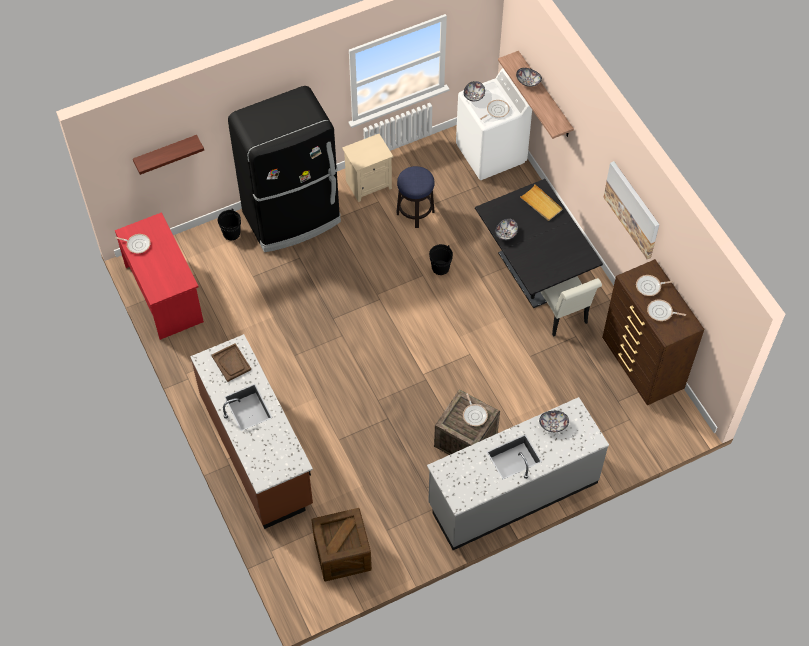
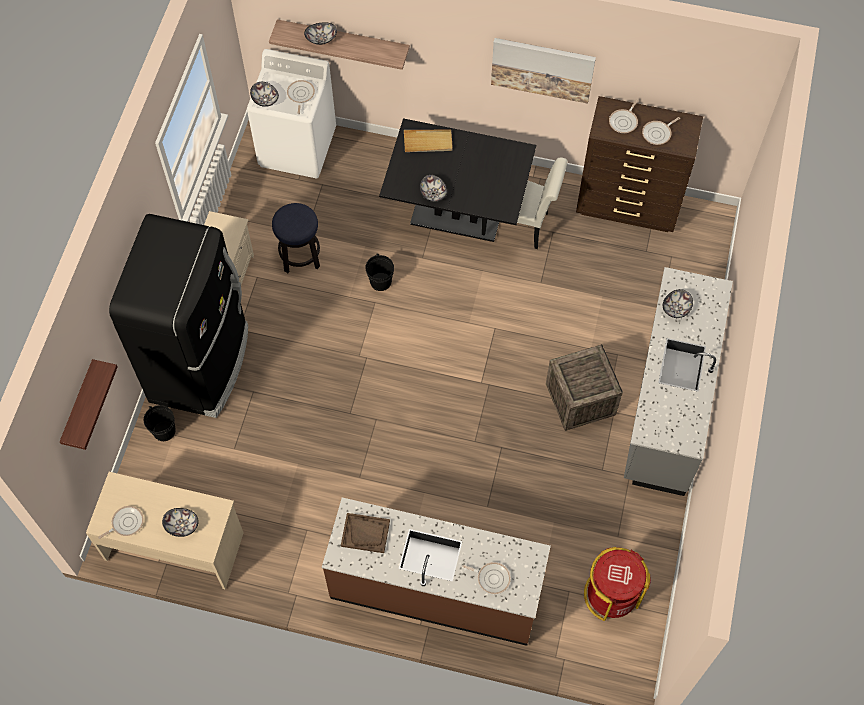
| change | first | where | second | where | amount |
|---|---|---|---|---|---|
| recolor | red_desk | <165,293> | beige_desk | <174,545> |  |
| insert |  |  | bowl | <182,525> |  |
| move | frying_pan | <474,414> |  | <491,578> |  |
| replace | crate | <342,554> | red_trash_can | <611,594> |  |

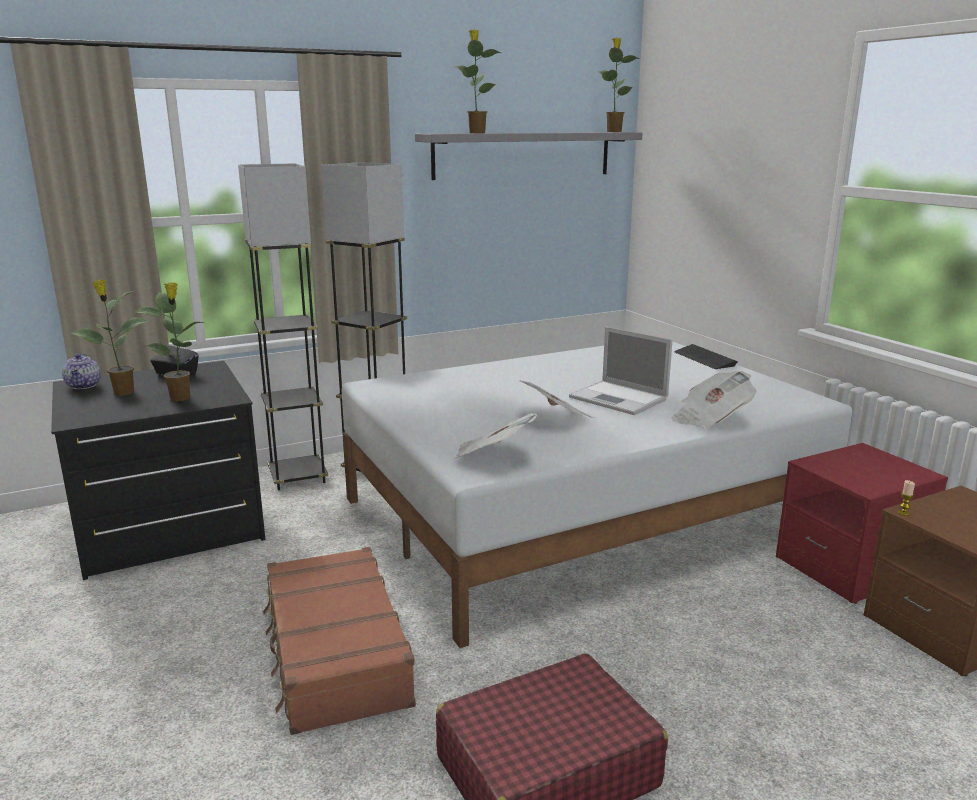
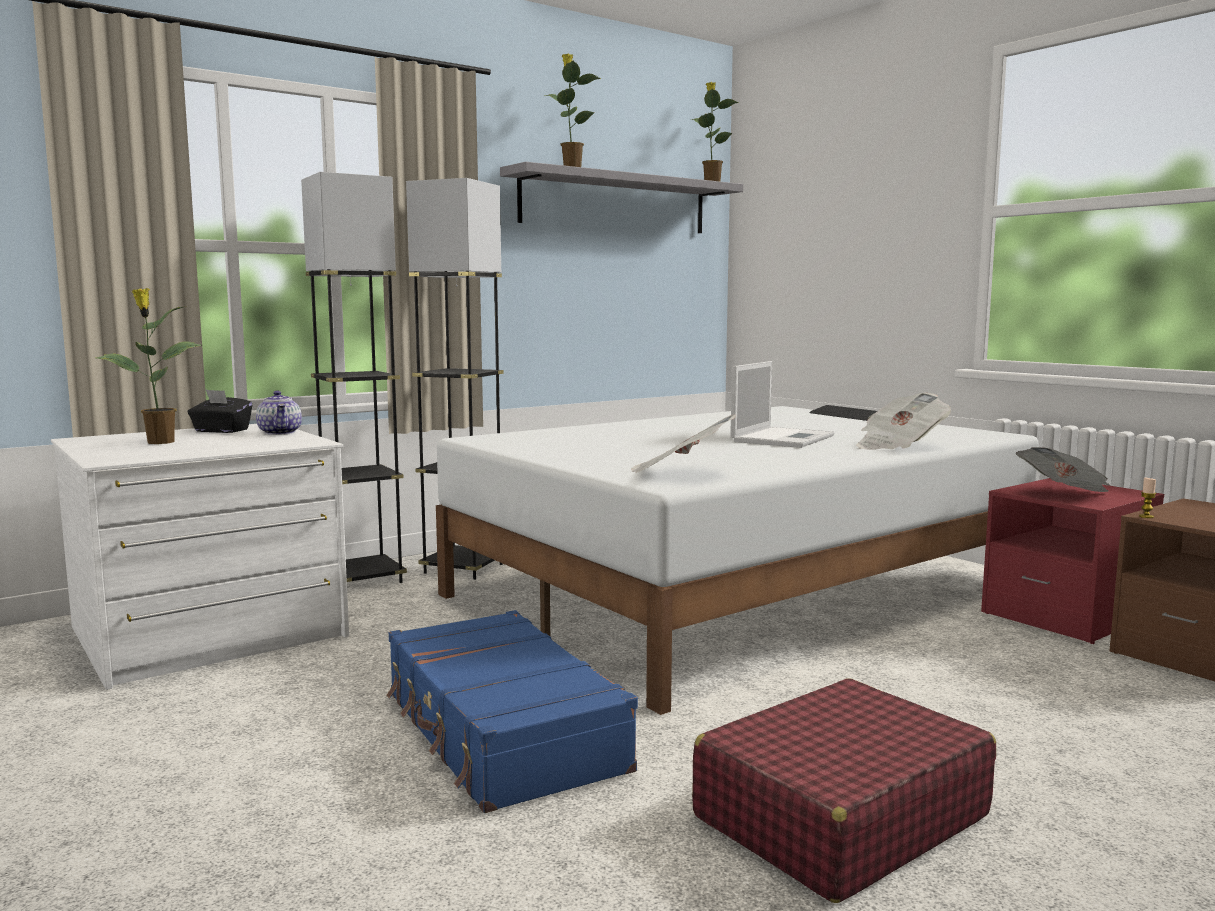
| change | first | where | second | where | amount |
|---|---|---|---|---|---|
| recolor | black_dresser | <169,527> | white_dresser | <209,633> |  |
| move | teapot | <84,385> |  | <280,432> |  |
| recolor | brown_suitcase | <335,654> | blue_suitcase | <501,732> |  |
| rotate | laptop | <620,399> |  | <783,438> | 90 degrees counterclockwise |
| move | newspaper | <556,418> |  | <1064,494> |  |
| delete | potted_plant | <181,398> |  |  |  |

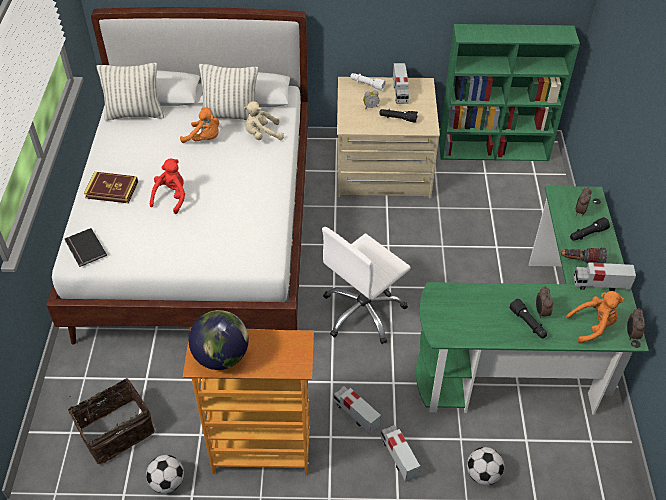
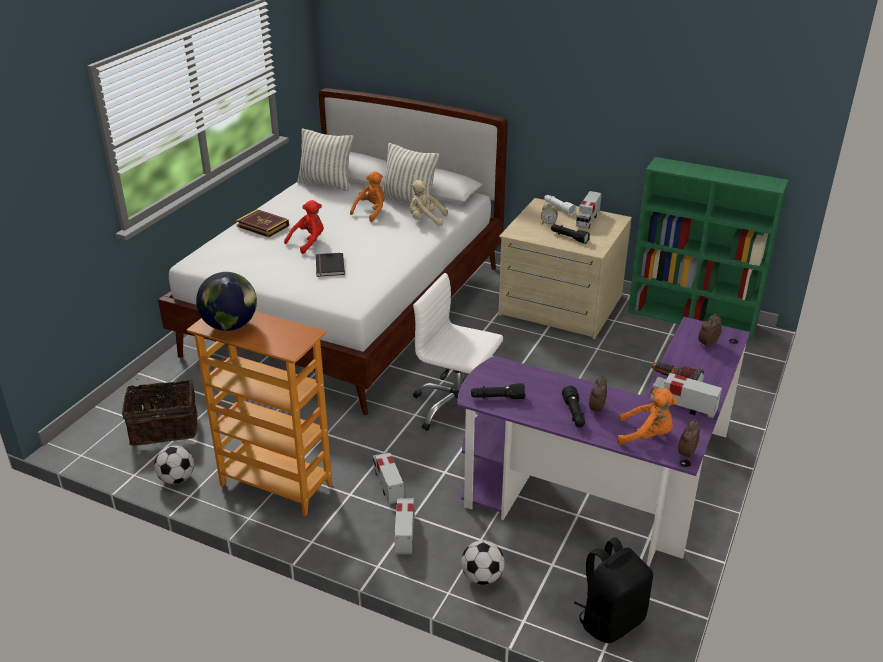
| change | first | where | second | where | amount |
|---|---|---|---|---|---|
| move | black_book | <84,249> |  | <328,266> |  |
| rotate | orange_plush_toy | <204,139> |  | <371,212> | 105 degrees counterclockwise |
| rotate | white_office_chair | <363,312> |  | <457,408> | 45 degrees clockwise |
| recolor | green_desk | <530,352> | purple_desk | <612,492> |  |
| move | black_flashlight | <587,234> |  | <497,398> |  |
| insert |  |  | black_backpack | <610,620> |  |

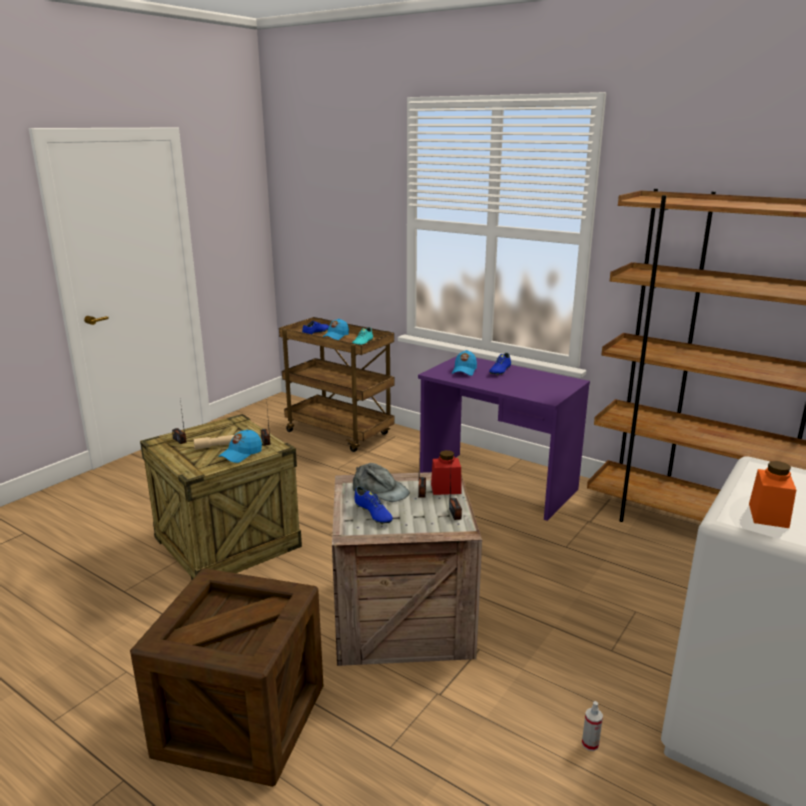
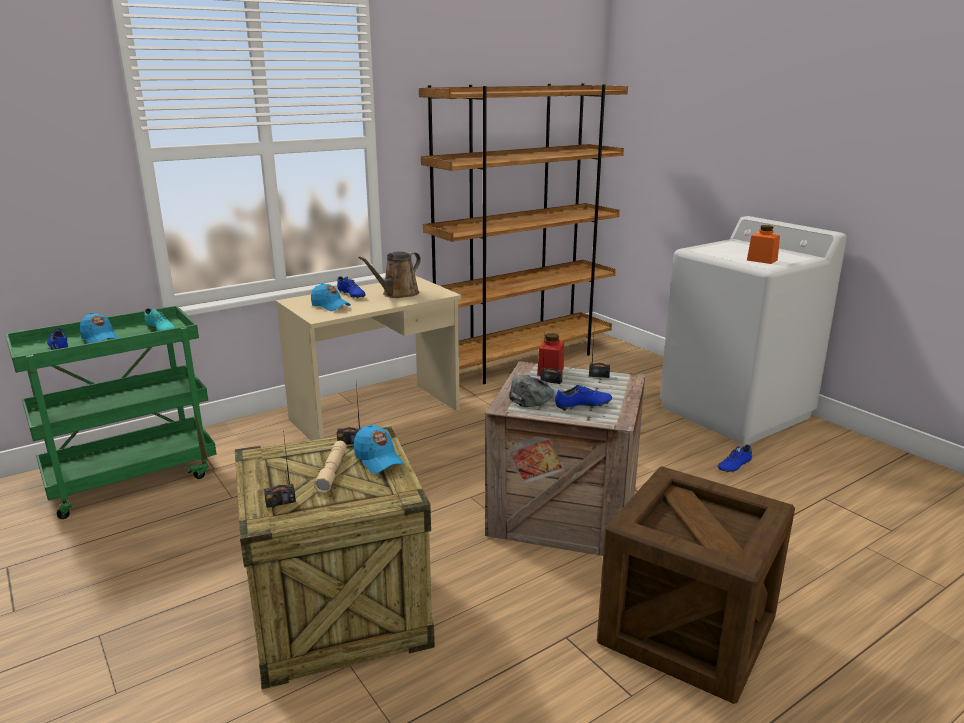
| change | first | where | second | where | amount |
|---|---|---|---|---|---|
| recolor | brown_cart | <340,433> | green_cart | <133,478> |  |
| recolor | purple_desk | <497,485> | beige_desk | <376,415> |  |
| insert |  |  | brown_watering_can | <398,294> |  |
| replace | spray_bottle | <590,744> | blue_shoe | <734,466> |  |

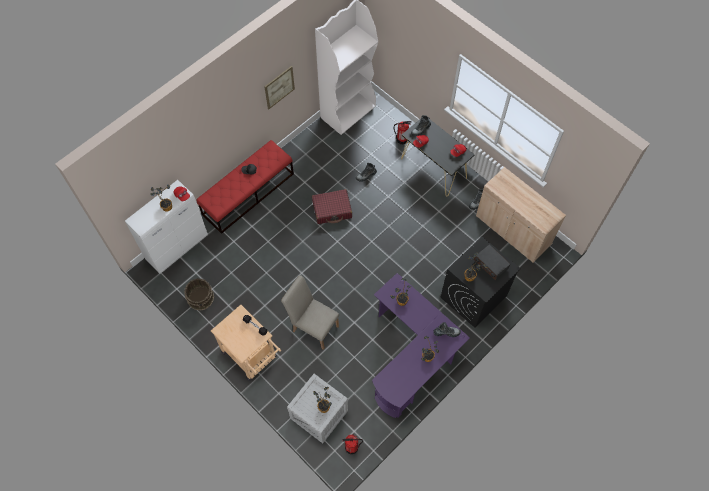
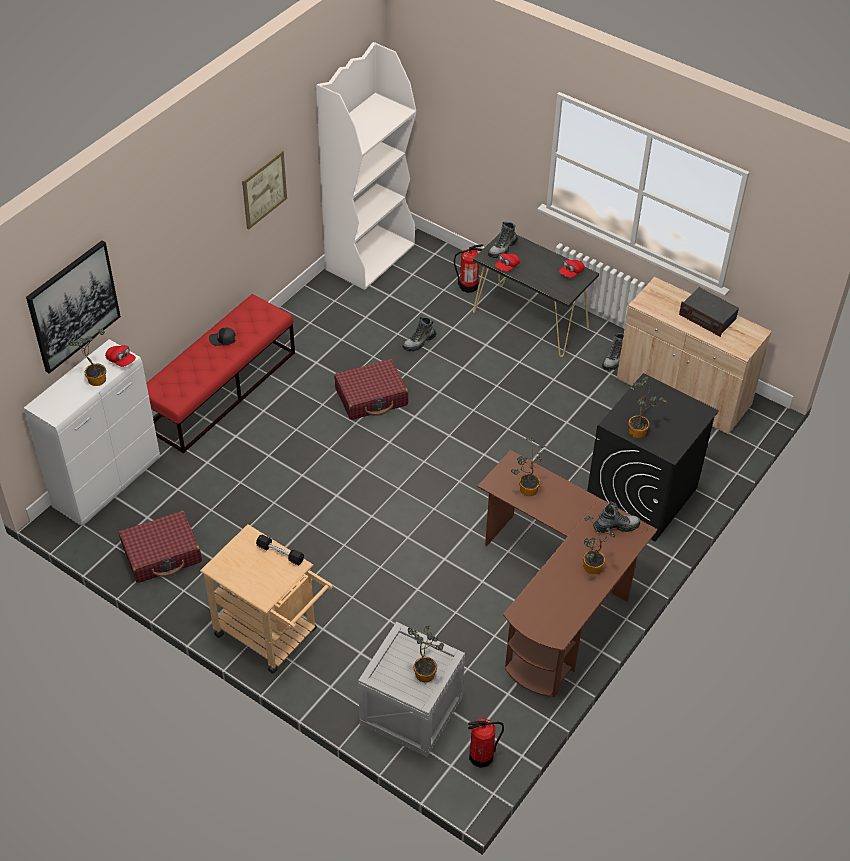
| change | first | where | second | where | amount |
|---|---|---|---|---|---|
| insert |  |  | picture | <73,306> |  |
| replace | brown_bucket | <201,297> | red_suitcase | <162,554> |  |
| recolor | purple_desk | <412,358> | brown_desk | <557,600> |  |
| move | radio | <491,264> |  | <707,317> |  |
| delete | beige_chair | <313,326> |  |  |  |

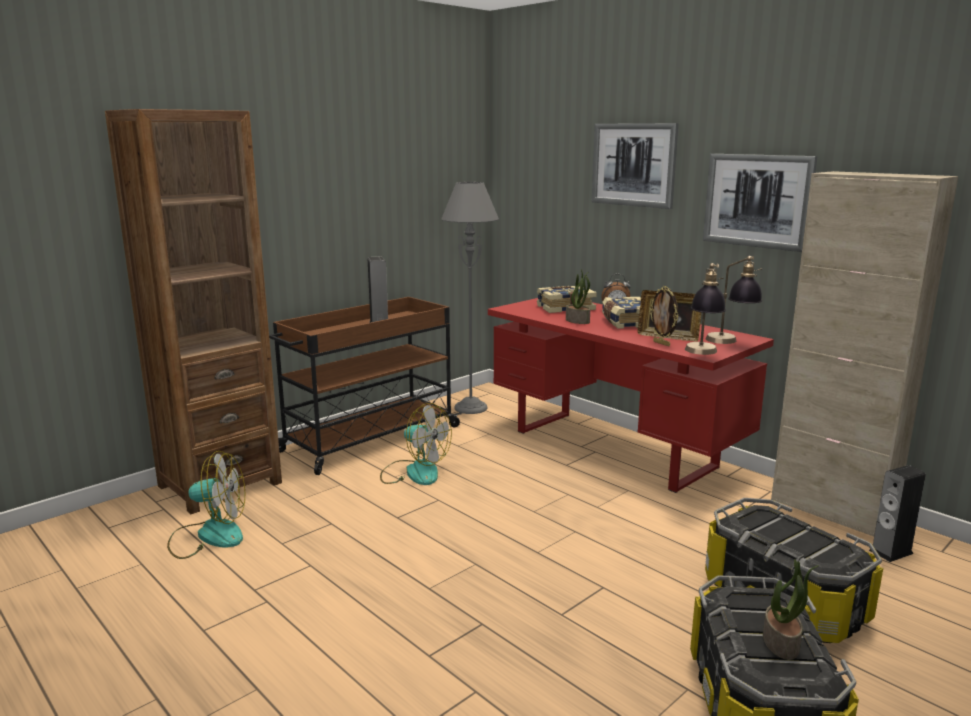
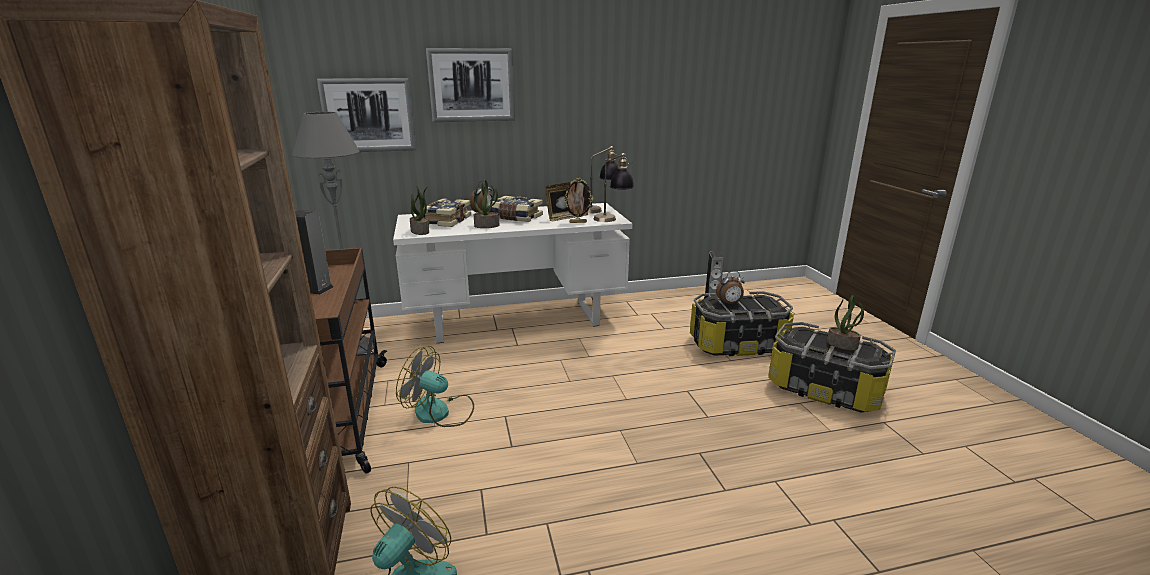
| change | first | where | second | where | amount |
|---|---|---|---|---|---|
| move | picture | <757,201> |  | <368,115> |  |
| recolor | red_desk | <614,448> | white_desk | <516,320> |  |
| rotate | fan | <414,472> |  | <440,413> | 135 degrees counterclockwise |
| insert |  |  | potted_plant | <420,231> |  |
| insert |  |  | alarm_clock | <729,303> |  |
| delete | beige_cabinet | <831,511> |  |  |  |

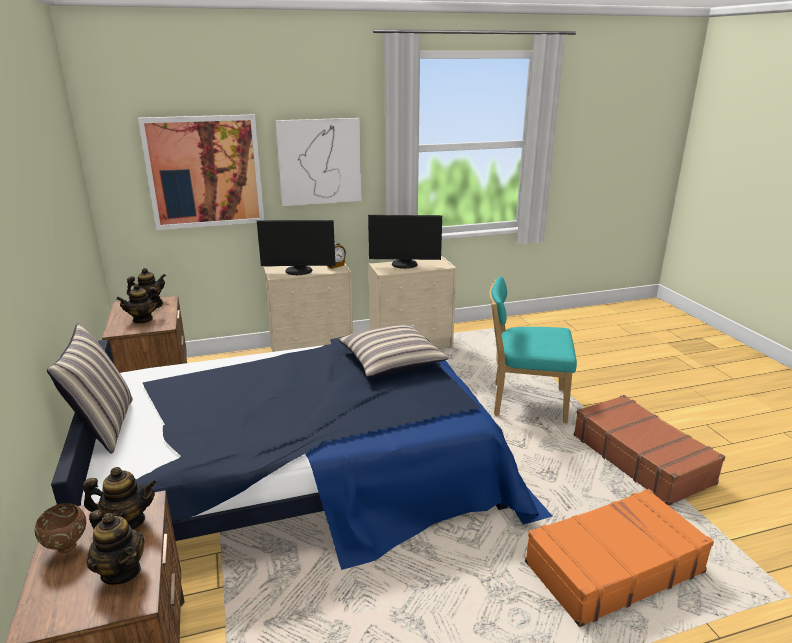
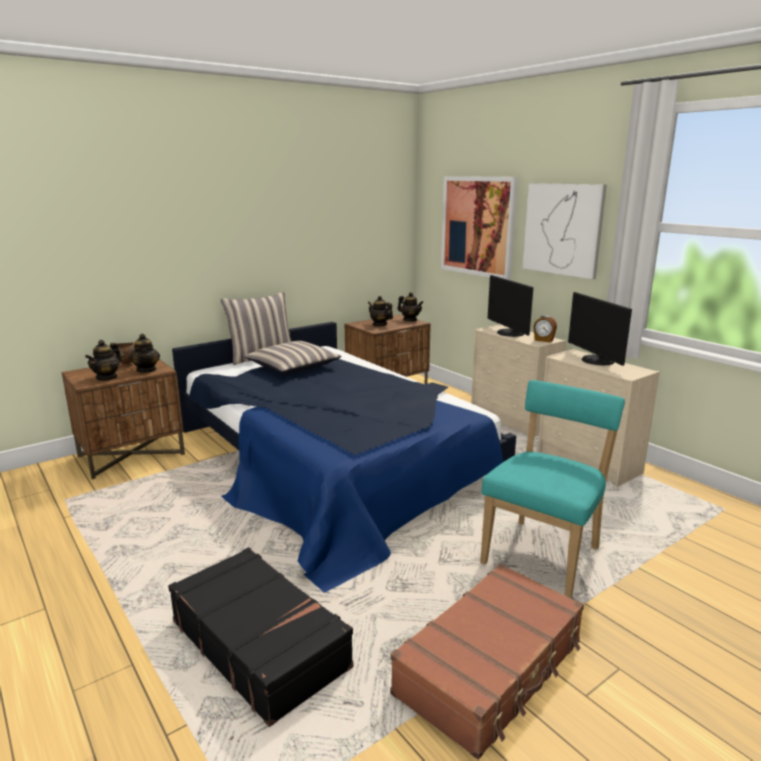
| change | first | where | second | where | amount |
|---|---|---|---|---|---|
| recolor | orange_suitcase | <612,567> | black_suitcase | <260,643> |  |
| move | pillow | <391,360> |  | <293,367> |  |
| rotate | turquoise_chair | <524,402> |  | <544,553> | 45 degrees clockwise |

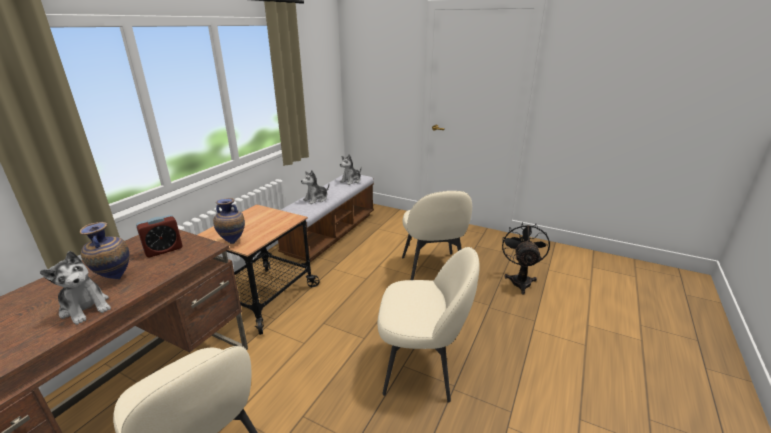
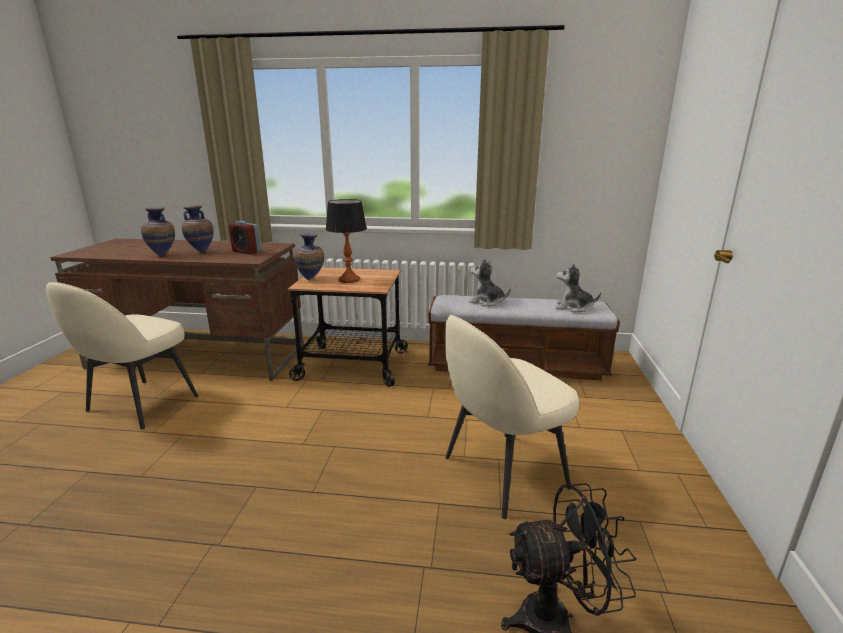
| change | first | where | second | where | amount |
|---|---|---|---|---|---|
| replace | plush_toy | <86,307> | vase | <163,255> |  |
| insert |  |  | table_lamp | <349,280> |  |
| delete | beige_chair | <421,367> |  |  |  |

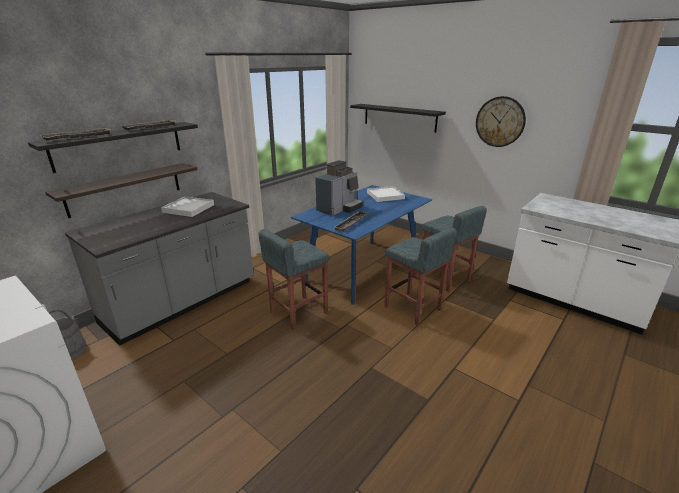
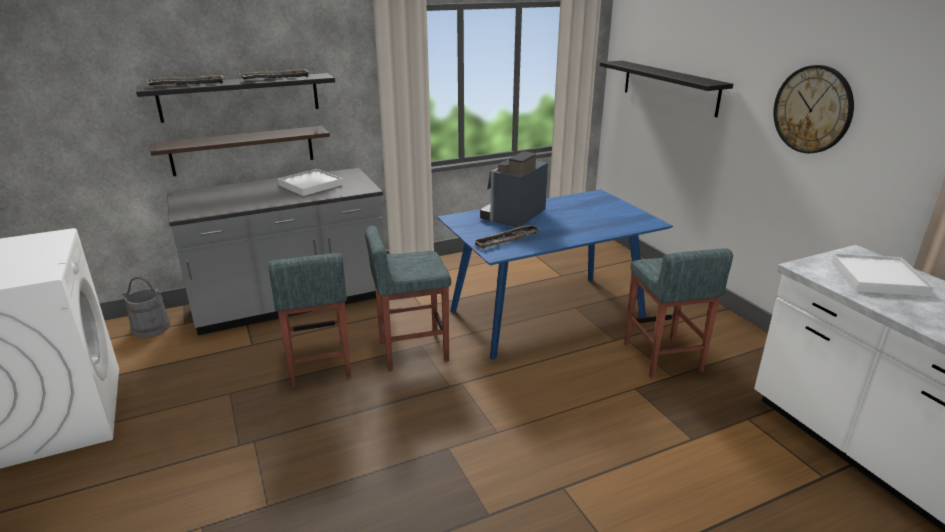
| change | first | where | second | where | amount |
|---|---|---|---|---|---|
| move | grey_stool | <413,309> |  | <319,365> |  |
| rotate | coffee_machine | <339,209> |  | <513,217> | 150 degrees clockwise |
| move | white_tray | <385,196> |  | <877,278> |  |

